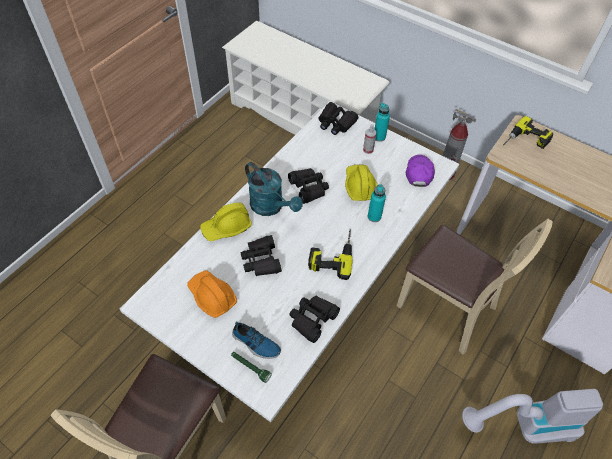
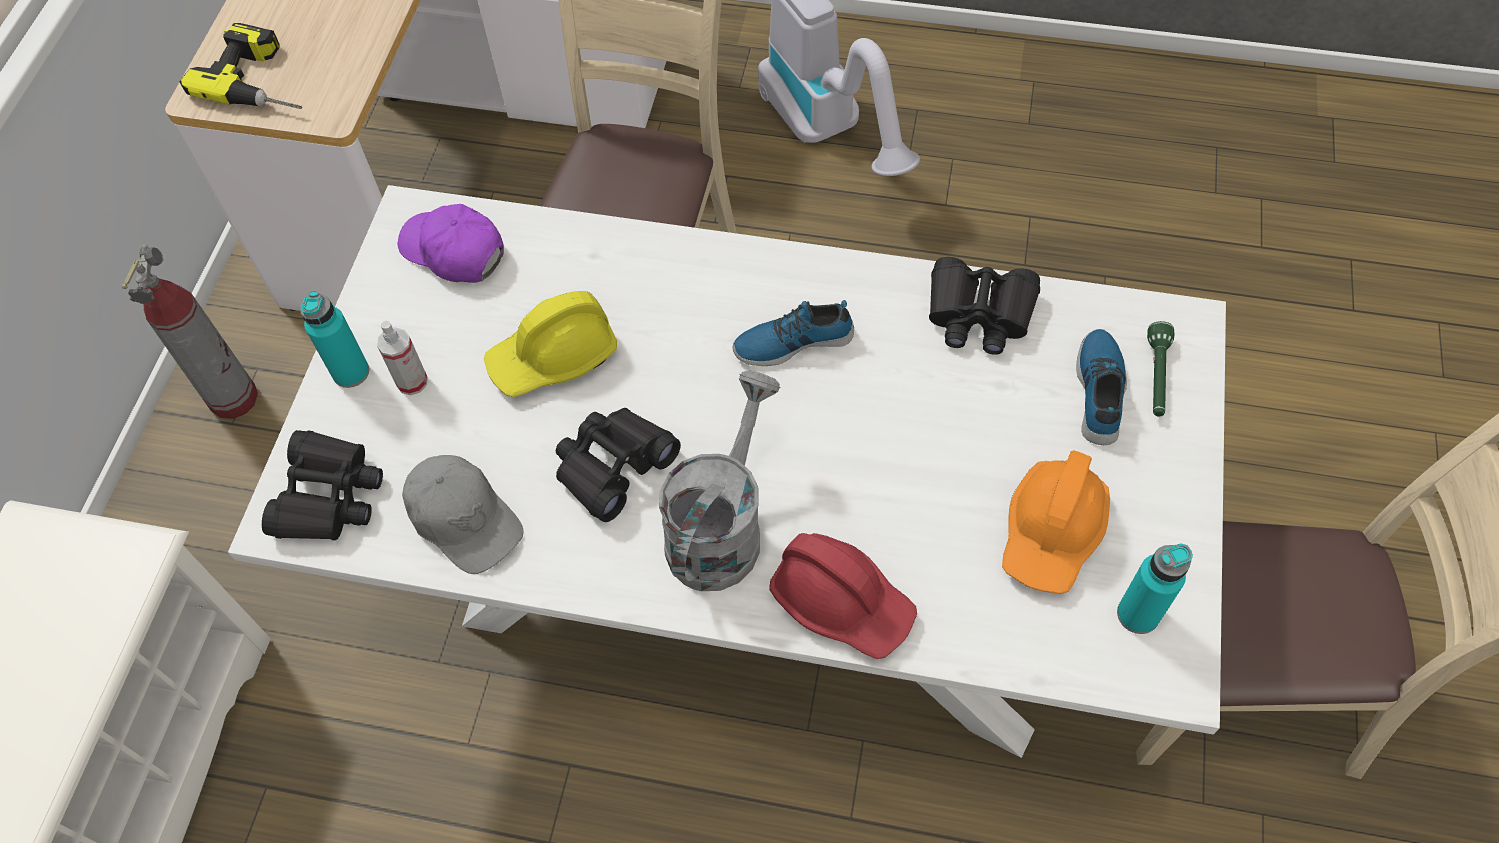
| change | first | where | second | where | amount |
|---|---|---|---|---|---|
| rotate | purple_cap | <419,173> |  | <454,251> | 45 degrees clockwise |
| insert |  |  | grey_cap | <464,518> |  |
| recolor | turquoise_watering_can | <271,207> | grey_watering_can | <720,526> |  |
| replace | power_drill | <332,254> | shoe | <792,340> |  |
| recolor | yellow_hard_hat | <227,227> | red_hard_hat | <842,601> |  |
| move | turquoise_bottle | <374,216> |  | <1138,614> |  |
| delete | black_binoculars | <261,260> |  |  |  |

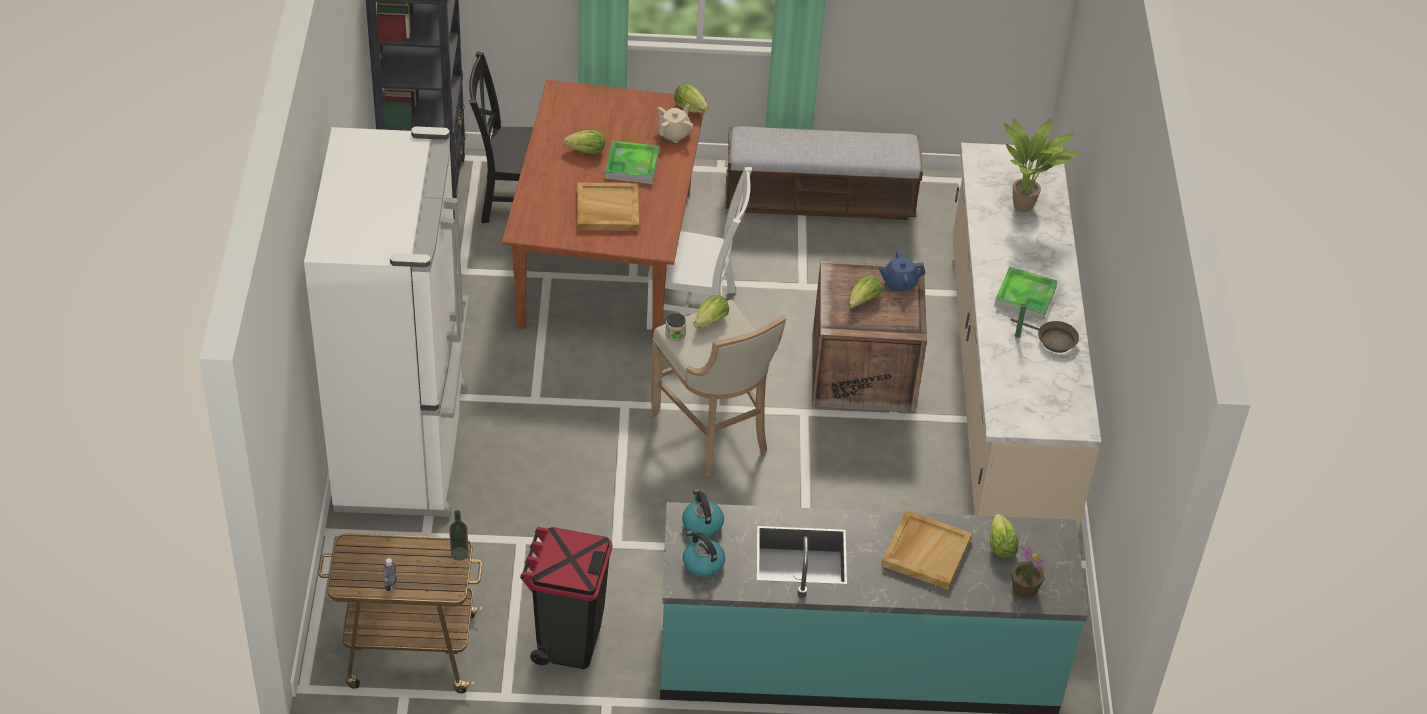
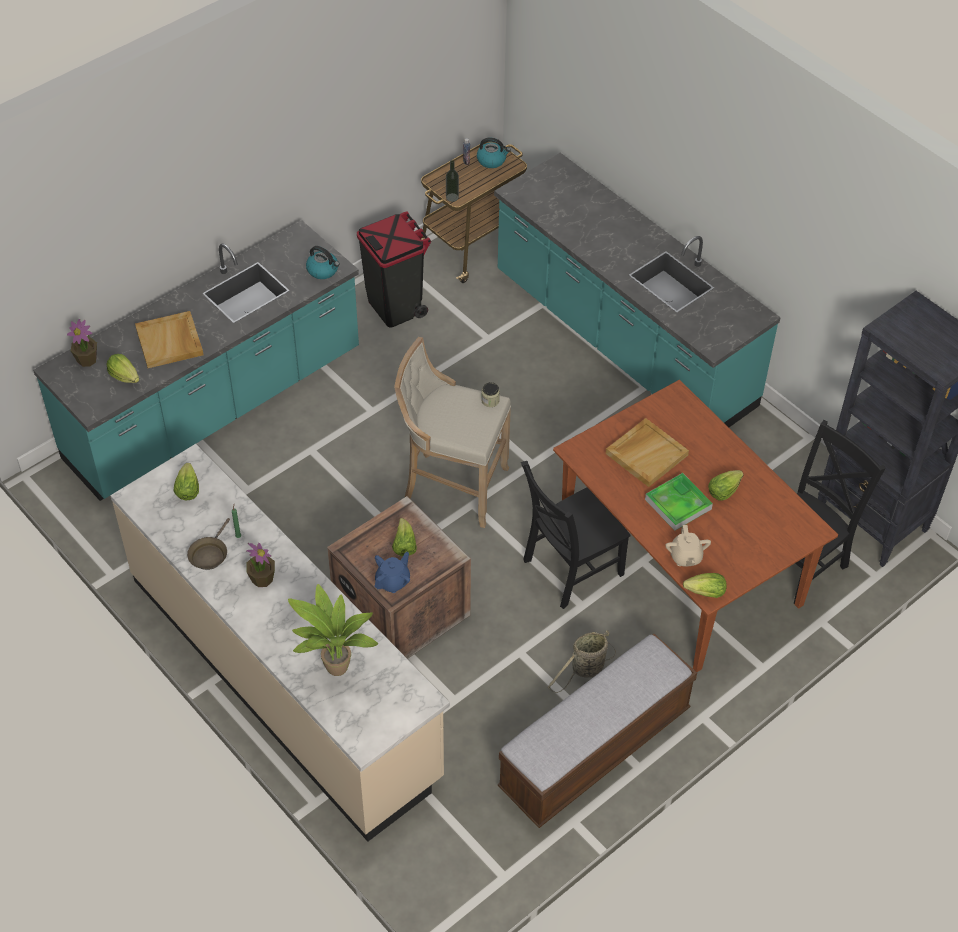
| change | first | where | second | where | amount |
|---|---|---|---|---|---|
| move | lettuce | <711,321> |  | <187,490> |  |
| rotate | brown_frying_pan | <1053,340> |  | <209,554> | 60 degrees counterclockwise |
| replace | tray | <1025,296> | potted_plant | <262,578> |  |
| move | kettle | <702,563> |  | <492,160> |  |
| replace | white_fridge | <405,447> | turquoise_counter | <622,341> |  |
| recolor | white_chair | <696,311> | black_chair | <569,569> |  |
| insert |  |  | basket | <585,669> |  |

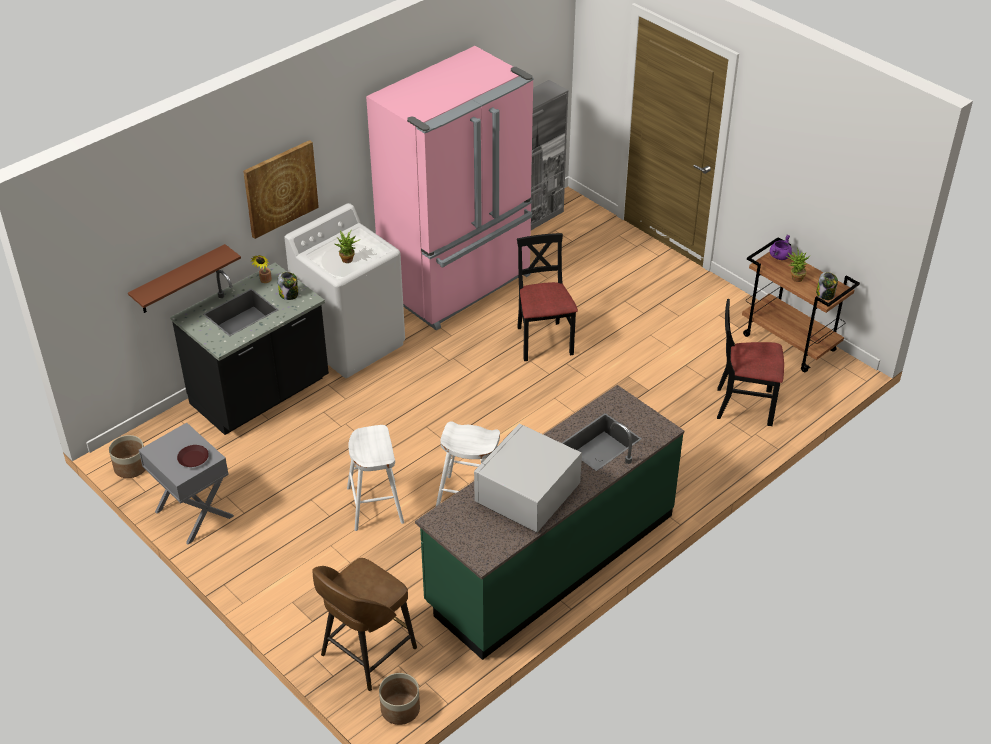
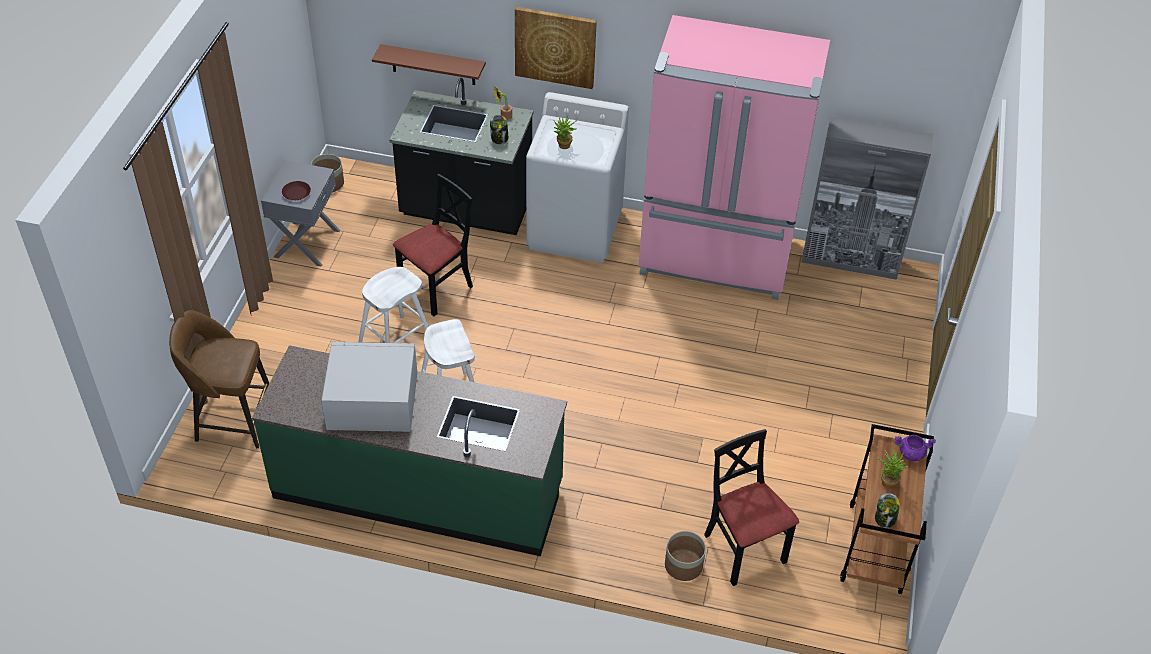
| change | first | where | second | where | amount |
|---|---|---|---|---|---|
| move | black_chair | <543,341> |  | <437,288> |  |
| move | planter | <400,709> |  | <683,565> |  |

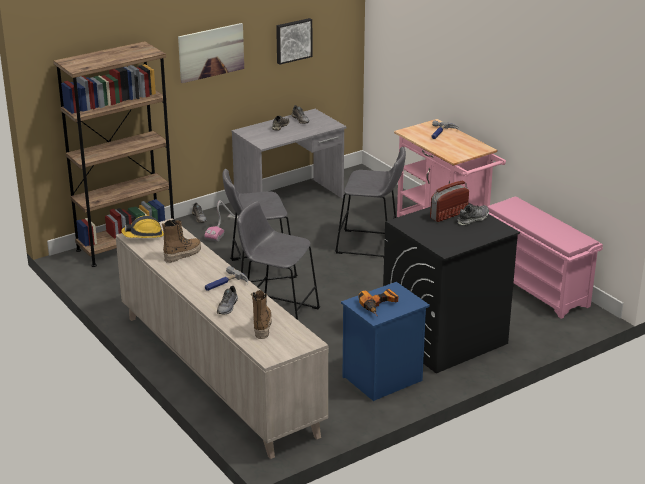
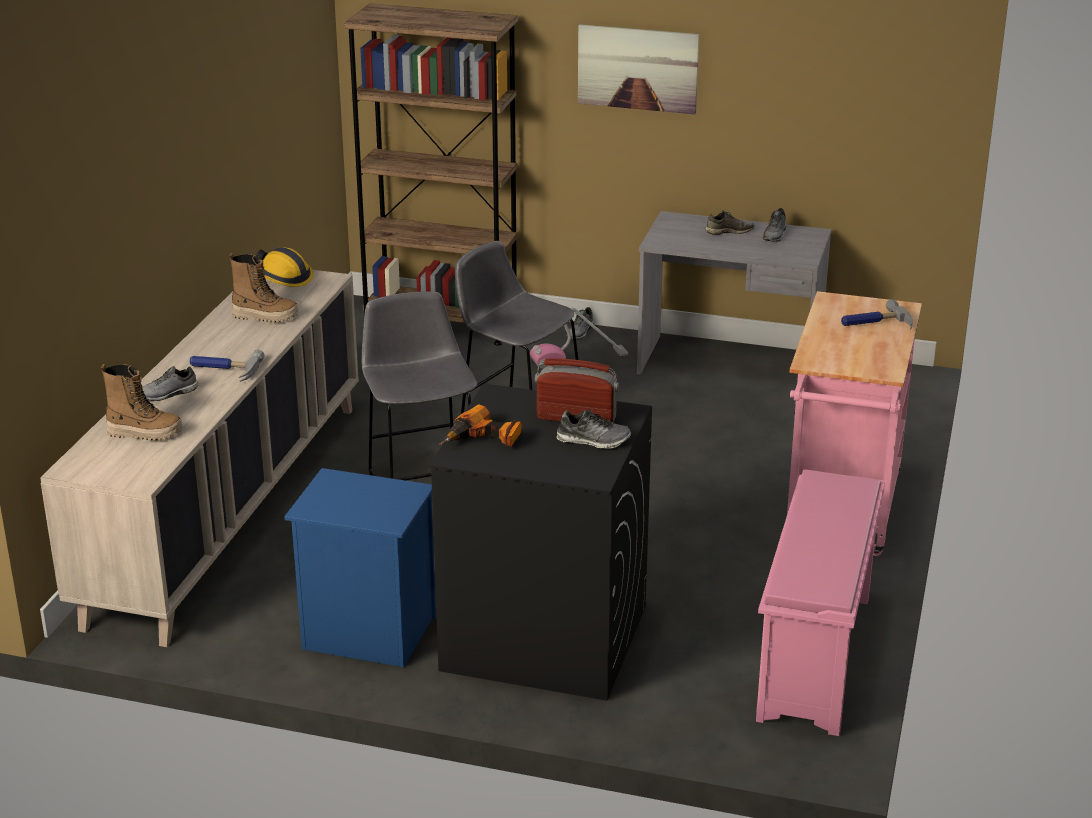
| change | first | where | second | where | amount |
|---|---|---|---|---|---|
| rotate | boot | <261,326> |  | <145,433> | 45 degrees clockwise |
| move | power_drill | <380,306> |  | <483,441> |  |
| delete | picture | <293,40> |  |  |  |
| delete | grey_stool | <370,245> |  |  |  |

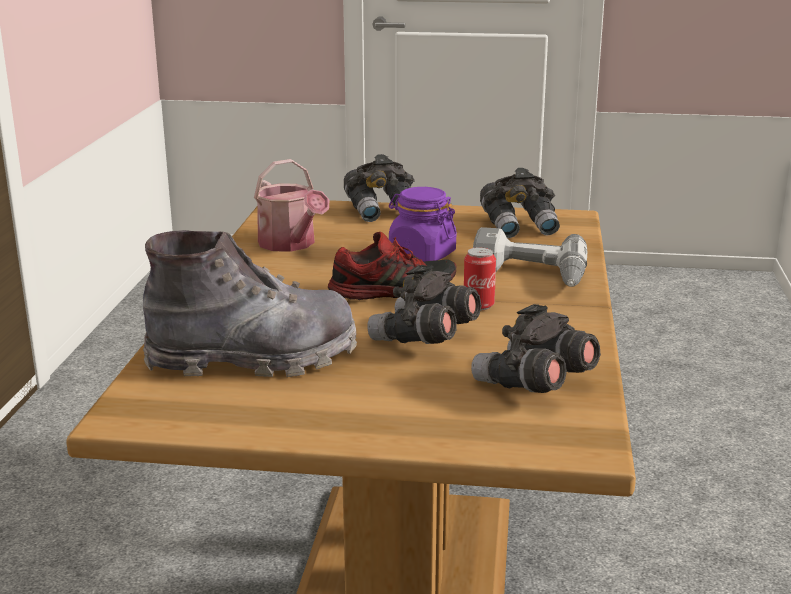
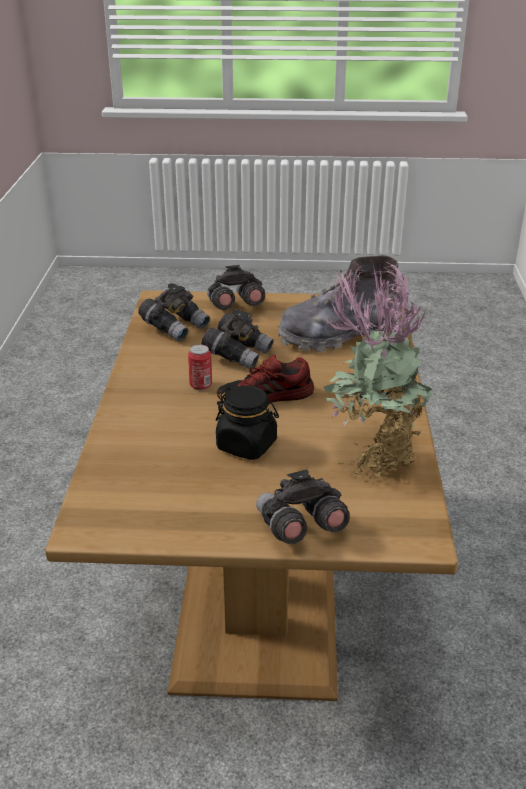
| change | first | where | second | where | amount |
|---|---|---|---|---|---|
| move | grey_binoculars | <520,227> |  | <234,307> |  |
| recolor | purple_jar | <421,254> | black_jar | <247,445> |  |
| replace | watering_can | <290,244> | potted_plant | <372,455> |  |
| delete | power_drill | <528,274> |  |  |  |

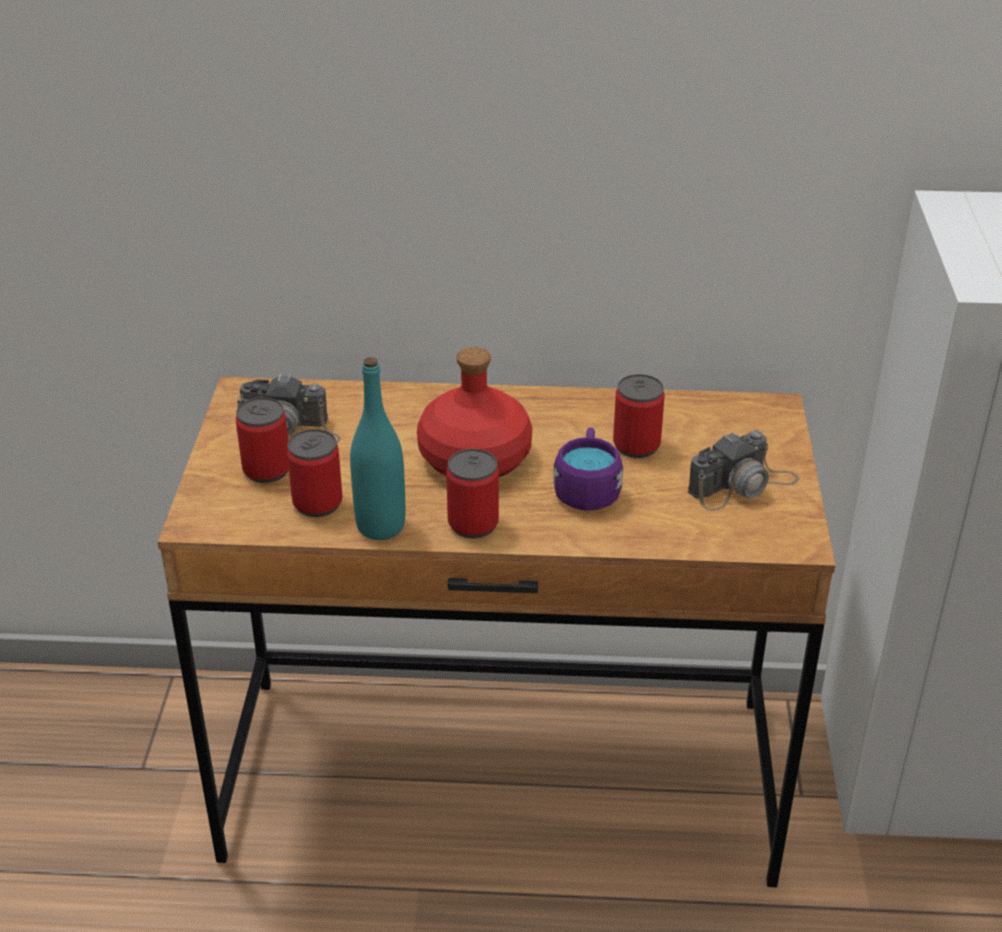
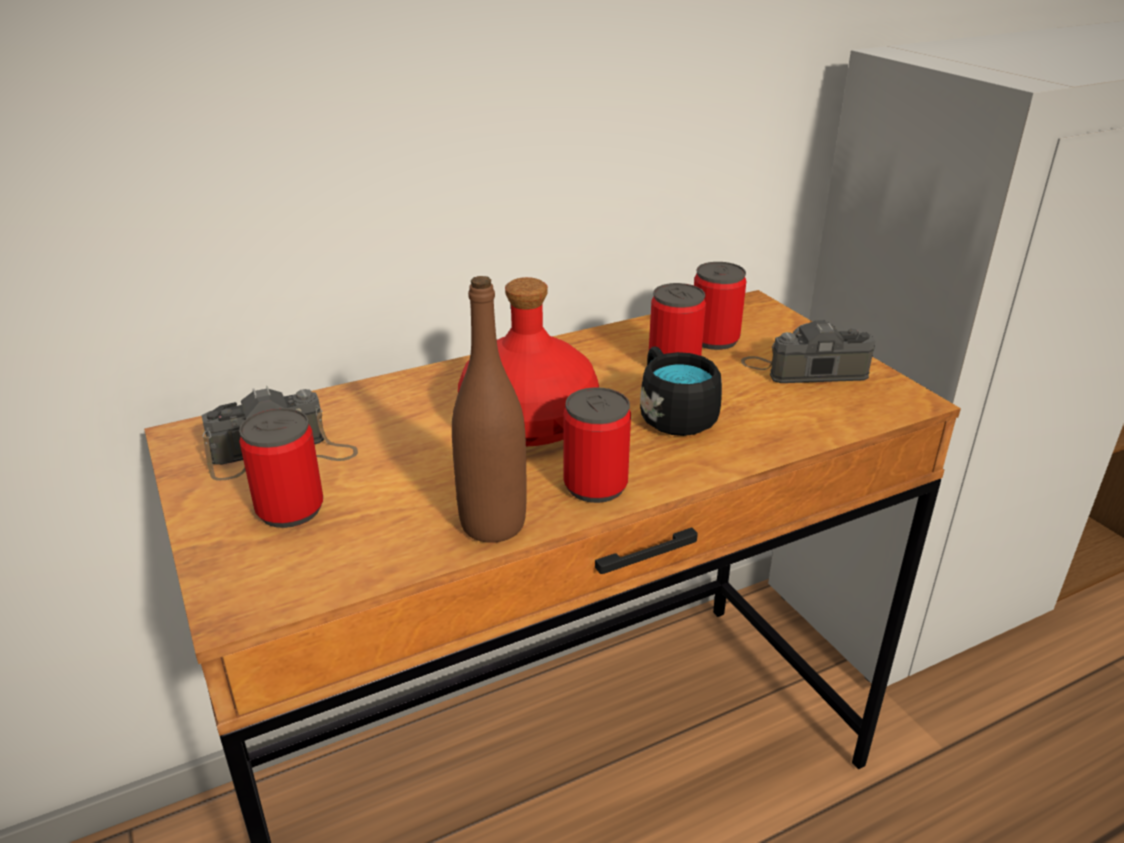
| change | first | where | second | where | amount |
|---|---|---|---|---|---|
| recolor | turquoise_bottle | <380,526> | brown_bottle | <493,524> |  |
| recolor | purple_mug | <587,488> | black_mug | <672,414> |  |
| move | can | <317,503> |  | <714,339> |  |
| rotate | photo_camera | <743,485> |  | <804,369> | 120 degrees counterclockwise |

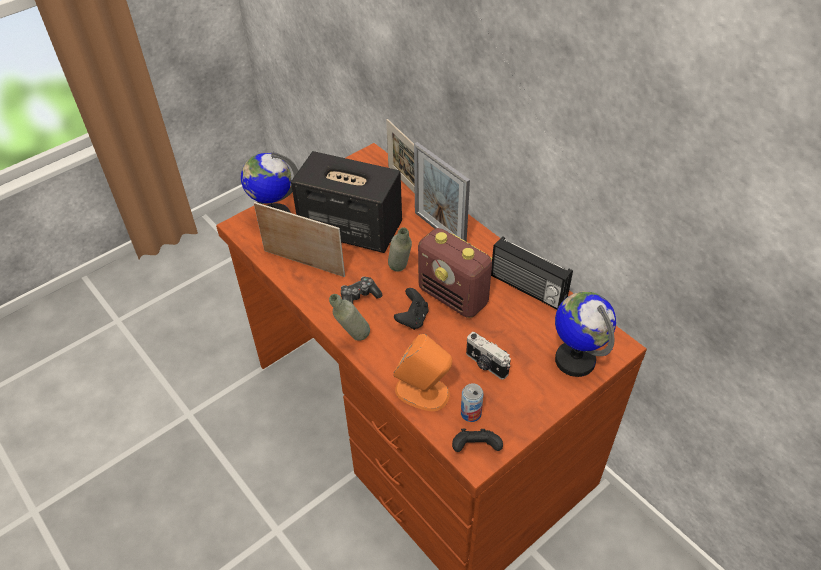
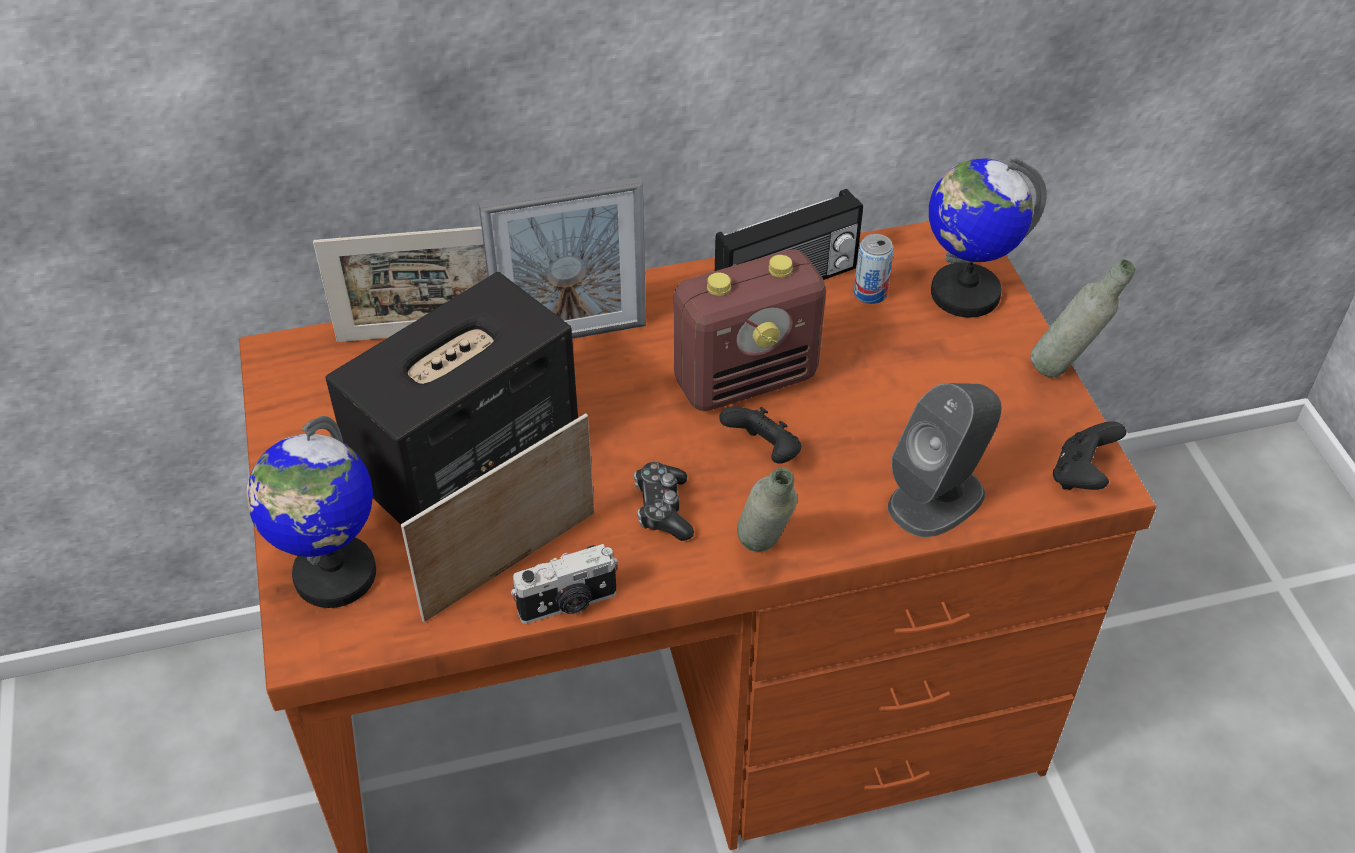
| change | first | where | second | where | amount |
|---|---|---|---|---|---|
| move | photo_camera | <486,365> |  | <568,604> |  |
| move | can | <471,413> |  | <870,293> |  |
| recolor | orange_speaker | <423,392> | grey_speaker | <937,498> |  |
| move | grey_bottle | <400,272> |  | <1065,370> |  |

